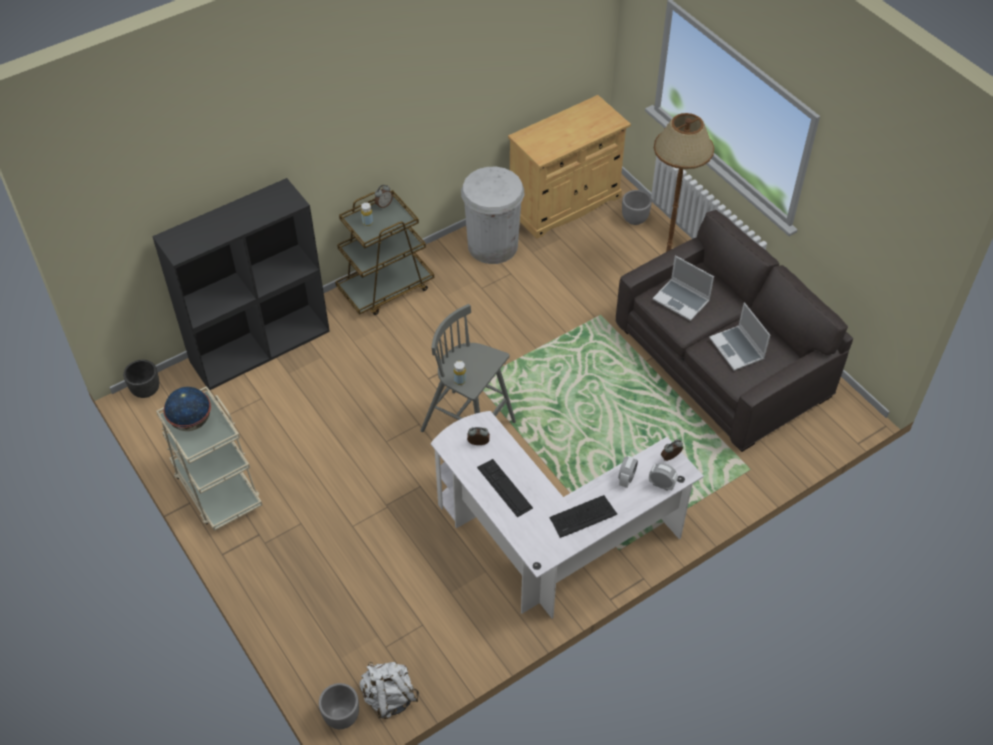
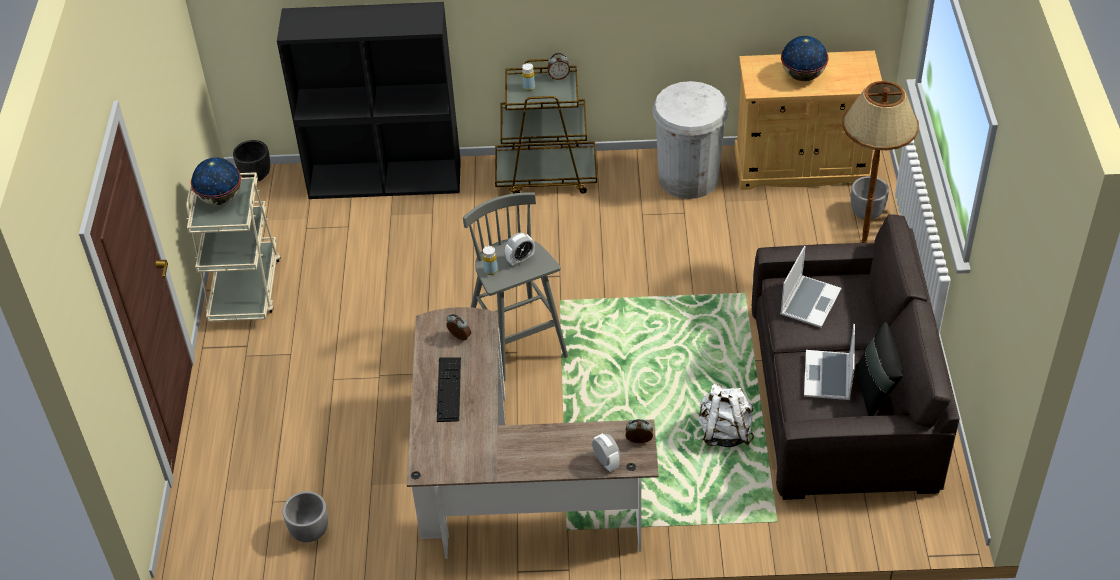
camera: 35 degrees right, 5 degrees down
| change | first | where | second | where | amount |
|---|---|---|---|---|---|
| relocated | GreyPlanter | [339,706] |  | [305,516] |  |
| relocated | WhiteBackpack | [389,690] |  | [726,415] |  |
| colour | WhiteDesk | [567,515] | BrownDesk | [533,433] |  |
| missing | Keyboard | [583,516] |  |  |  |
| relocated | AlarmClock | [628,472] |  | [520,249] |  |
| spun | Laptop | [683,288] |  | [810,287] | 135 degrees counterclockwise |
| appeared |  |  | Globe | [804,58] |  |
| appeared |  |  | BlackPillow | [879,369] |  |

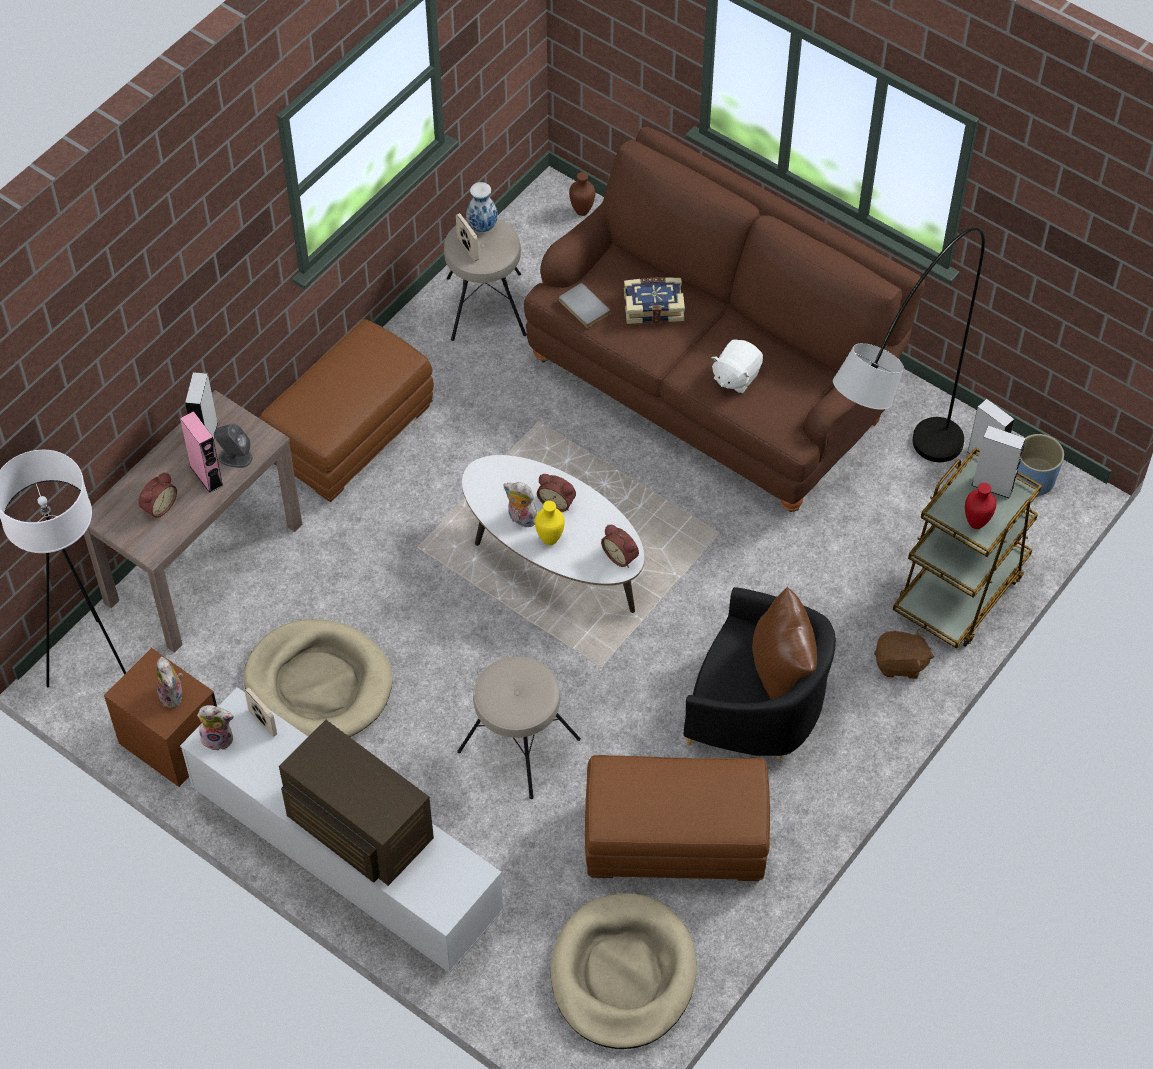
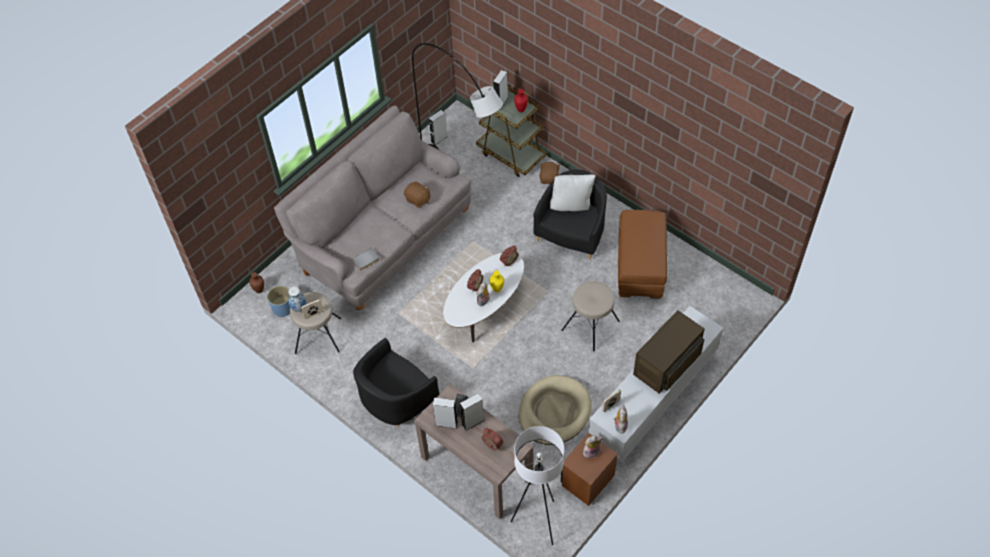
camera: 85 degrees left, 0 degrees up
| change | first | where | second | where | amount |
|---|---|---|---|---|---|
| colour | PinkSpeaker | [201,452] | GreySpeaker | [472,412] |  |
| exchanged | BrownOttoman | [347,410] | BlackArmchair | [396,382] |  |
| colour | BrownSofa | [724,319] | GreySofa | [372,208] |  |
| missing | BeigeDogBed | [624,971] |  |  |  |
| missing | Book | [654,300] |  |  |  |
| colour | WhitePlushToy | [737,366] | BrownPlushToy | [417,194] |  |
| colour | BrownPillow | [784,643] | WhitePillow | [572,193] |  |
| relocated | BluePlanter | [1040,465] |  | [278,301] |  |

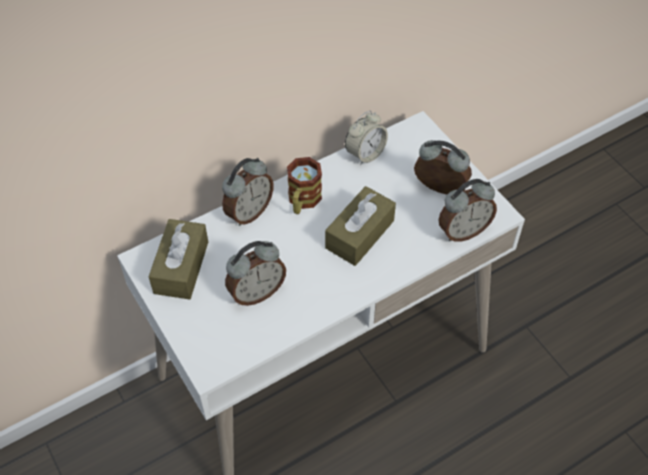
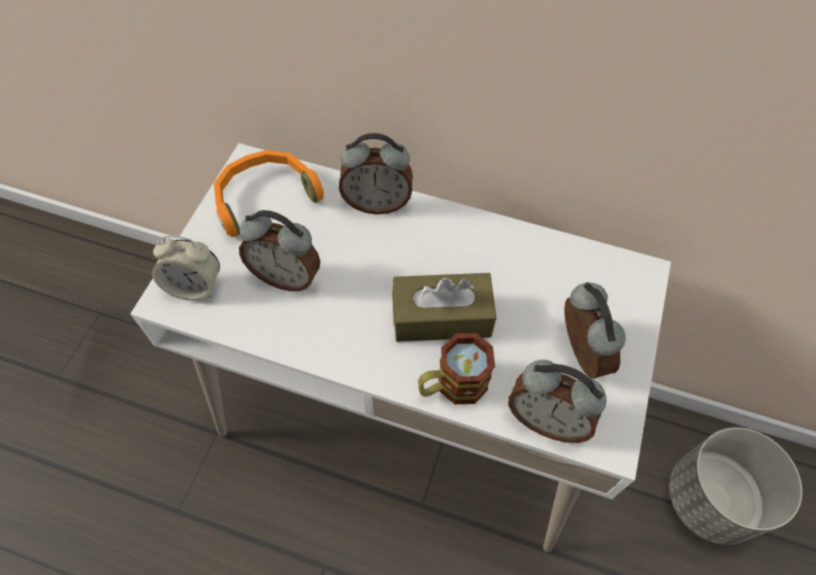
camera: 50 degrees right, 5 degrees up
| change | first | where | second | where | amount |
|---|---|---|---|---|---|
| exchanged | BrownTissueBox | [178,259] | OrangeHeadphones | [269,193] |  |
| relocated | Mug | [304,185] |  | [456,368] |  |
| relocated | AlarmClock | [366,138] |  | [186,268] |  |
| appeared |  |  | GreyPlanter | [735,486] |  |

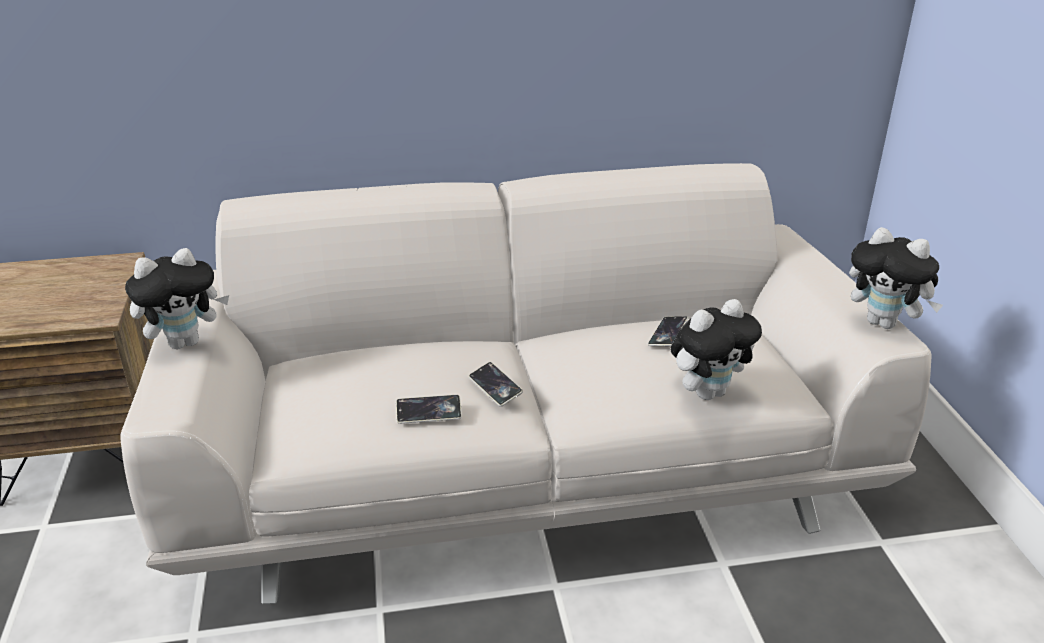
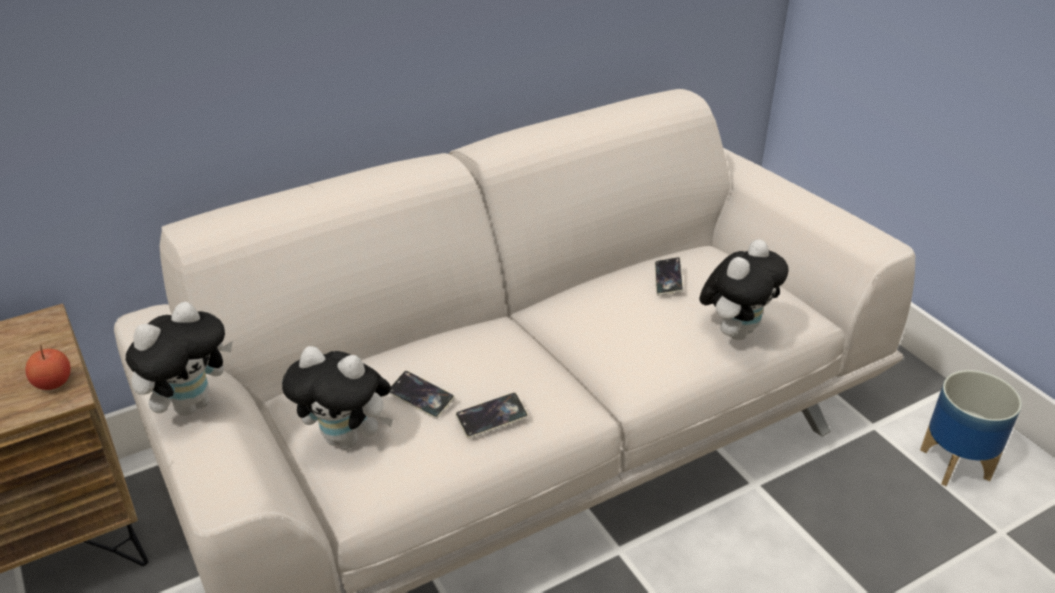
camera: 20 degrees left, 5 degrees up
| change | first | where | second | where | amount |
|---|---|---|---|---|---|
| relocated | Phone | [496,384] |  | [422,395] |  |
| relocated | PlushToy | [896,278] |  | [338,397] |  |
| appeared |  |  | Apple | [48,367] |  |
| appeared |  |  | Planter | [971,428] |  |

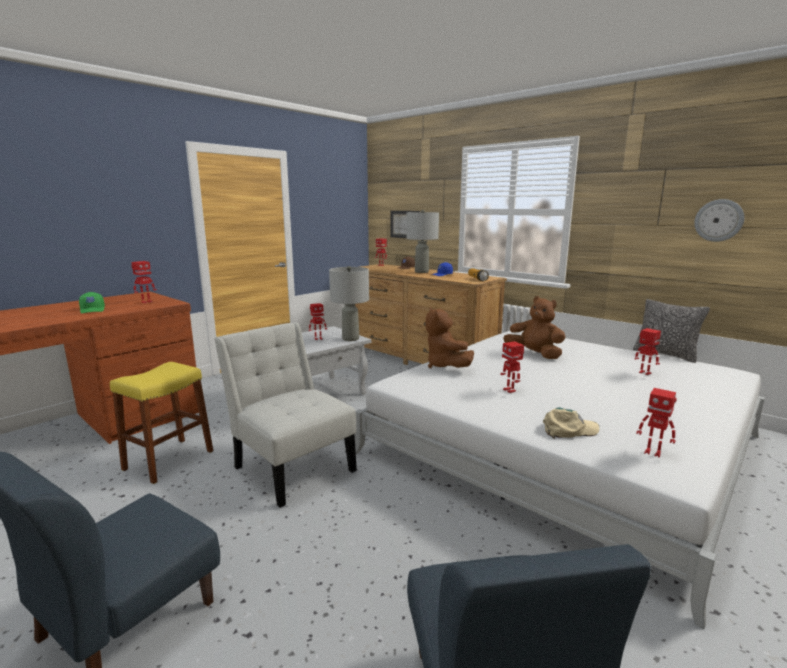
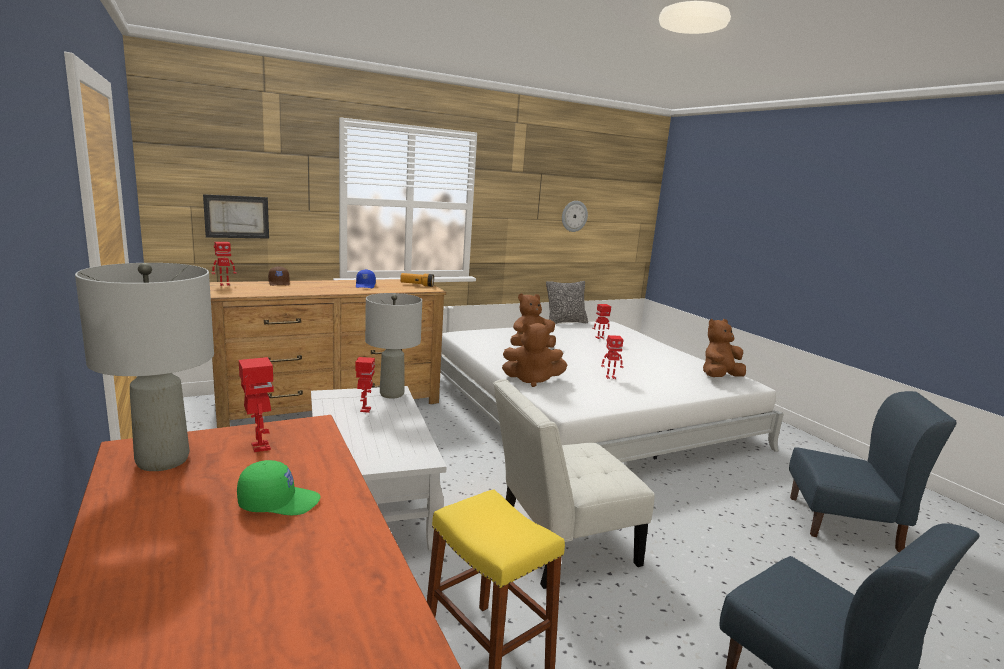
camera: 70 degrees left, 0 degrees up
| change | first | where | second | where | amount |
|---|---|---|---|---|---|
| relocated | GreyTableLamp | [422,241] |  | [144,367] |  |
| missing | BeigeCap | [571,423] |  |  |  |
| exchanged | ToyRobot | [656,423] | BrownPlushToy | [724,348] |  |

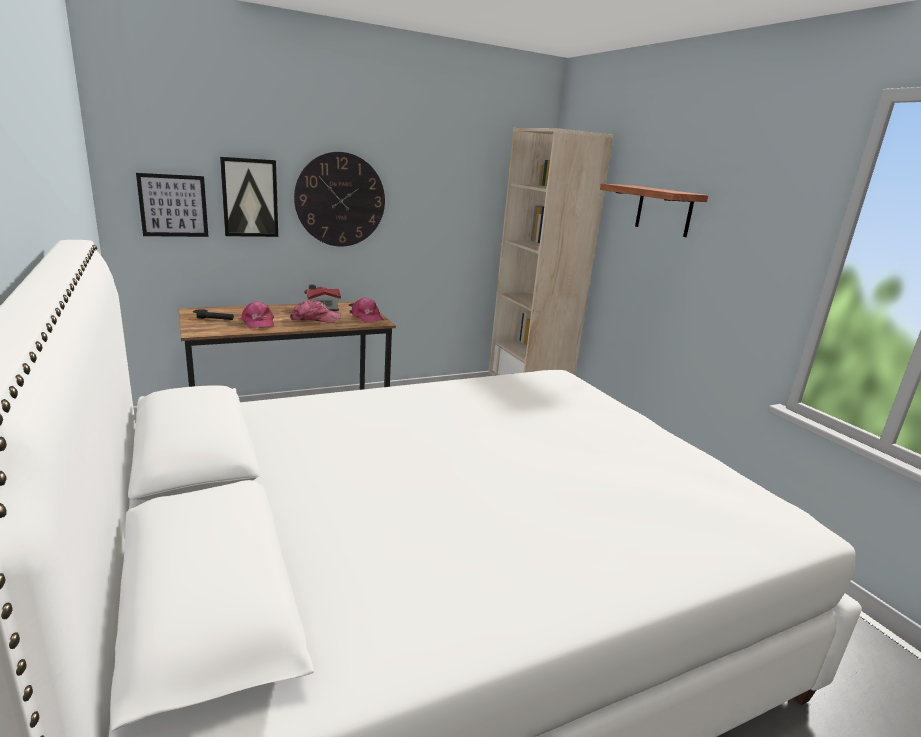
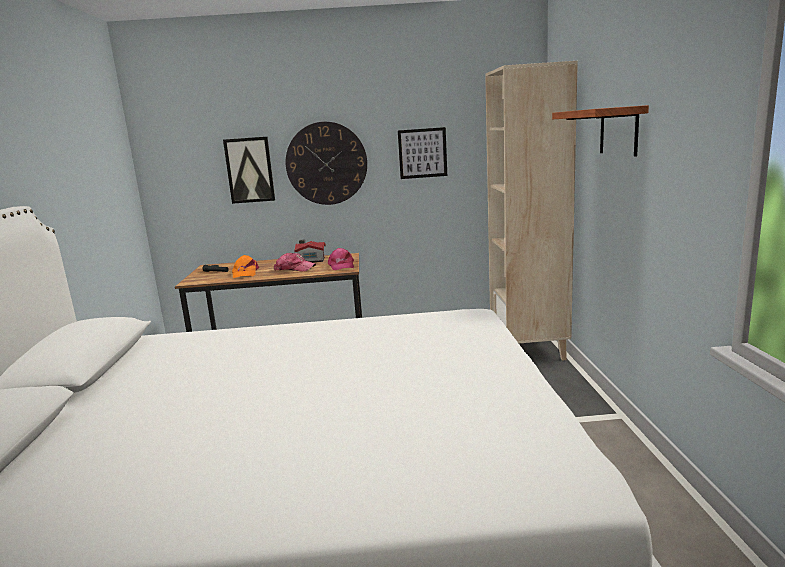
camera: 25 degrees right, 5 degrees down
| change | first | where | second | where | amount |
|---|---|---|---|---|---|
| relocated | Picture | [172,205] |  | [422,153] |  |
| colour | PinkCap | [257,314] | OrangeCap | [245,266] |  |

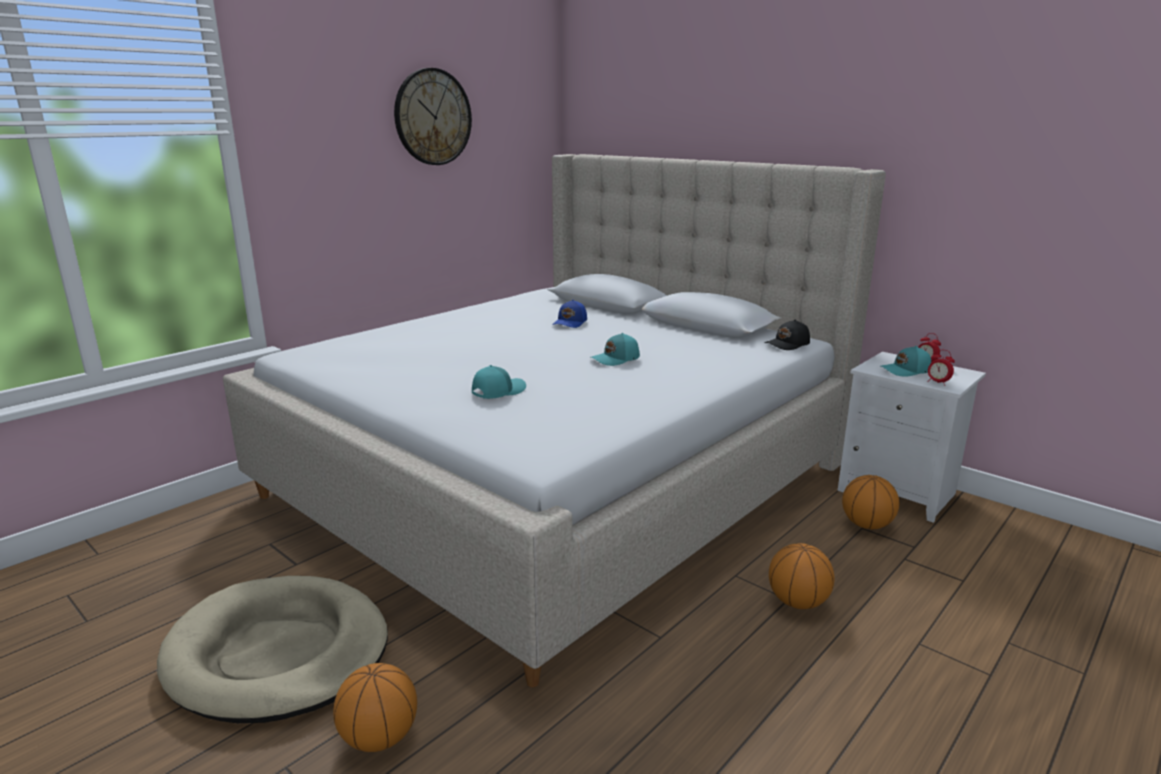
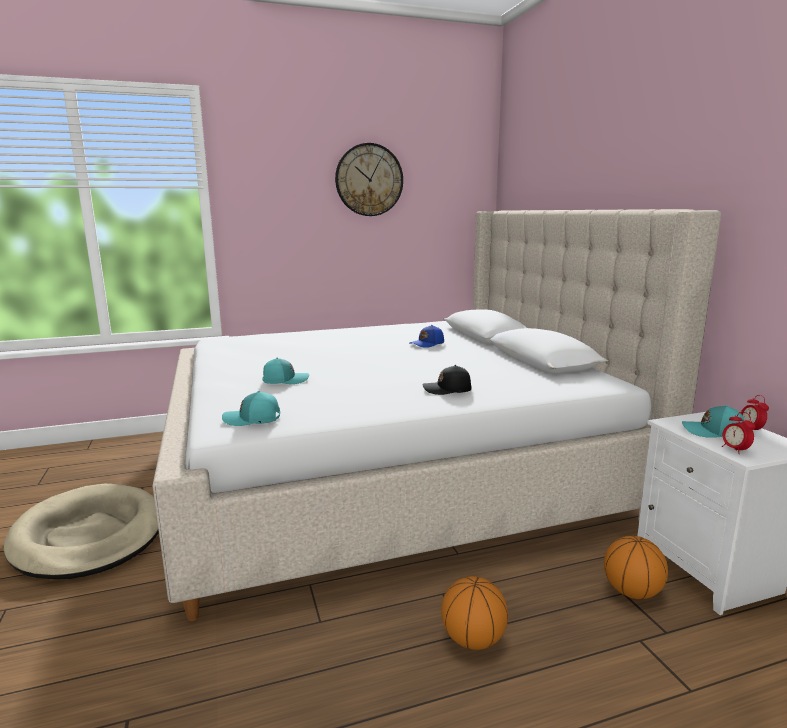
camera: 30 degrees right, 5 degrees down
| change | first | where | second | where | amount |
|---|---|---|---|---|---|
| missing | Basketball | [375,707] |  |  |  |
| relocated | TurquoiseCap | [615,349] |  | [251,408] |  |
| relocated | BlackCap | [787,335] |  | [446,380] |  |

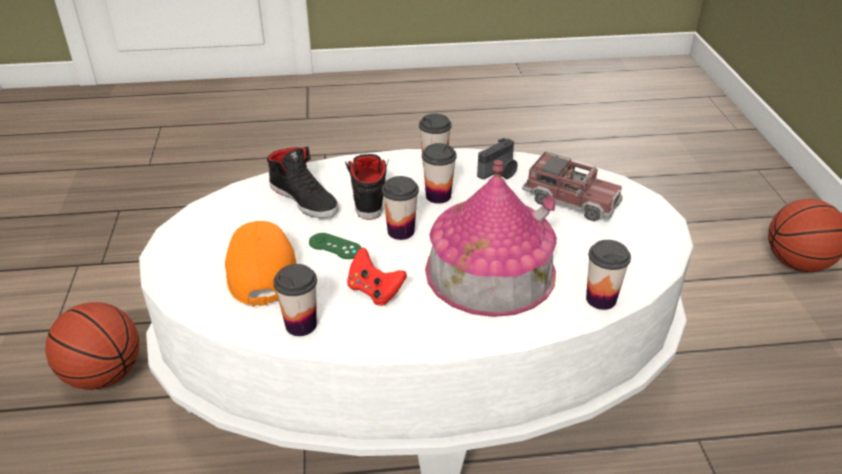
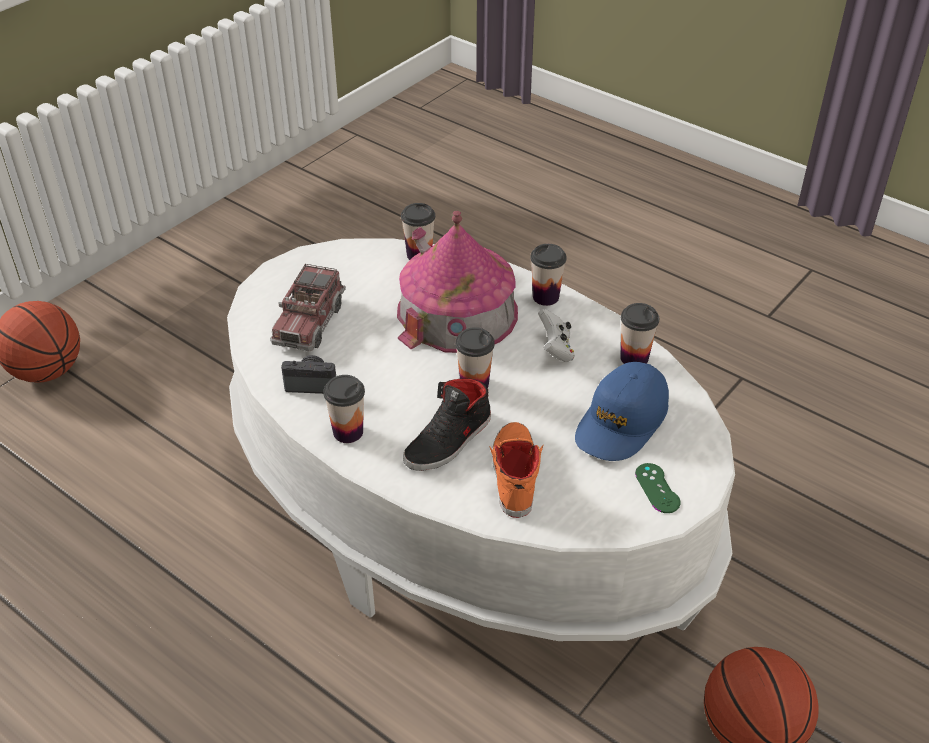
camera: 135 degrees left, 5 degrees up
| change | first | where | second | where | amount |
|---|---|---|---|---|---|
| colour | OrangeCap | [261,264] | BlueCap | [622,411] |  |
| colour | BlackShoe | [303,182] | OrangeShoe | [516,470] |  |
| relocated | GreenGameController | [335,246] |  | [658,488] |  |
| colour | RedGameController | [377,276] | WhiteGameController | [556,335] |  |
| relocated | Cup | [439,173] |  | [548,275] |  |
| spun | ToyTruck | [572,187] |  | [308,307] | 150 degrees counterclockwise |

